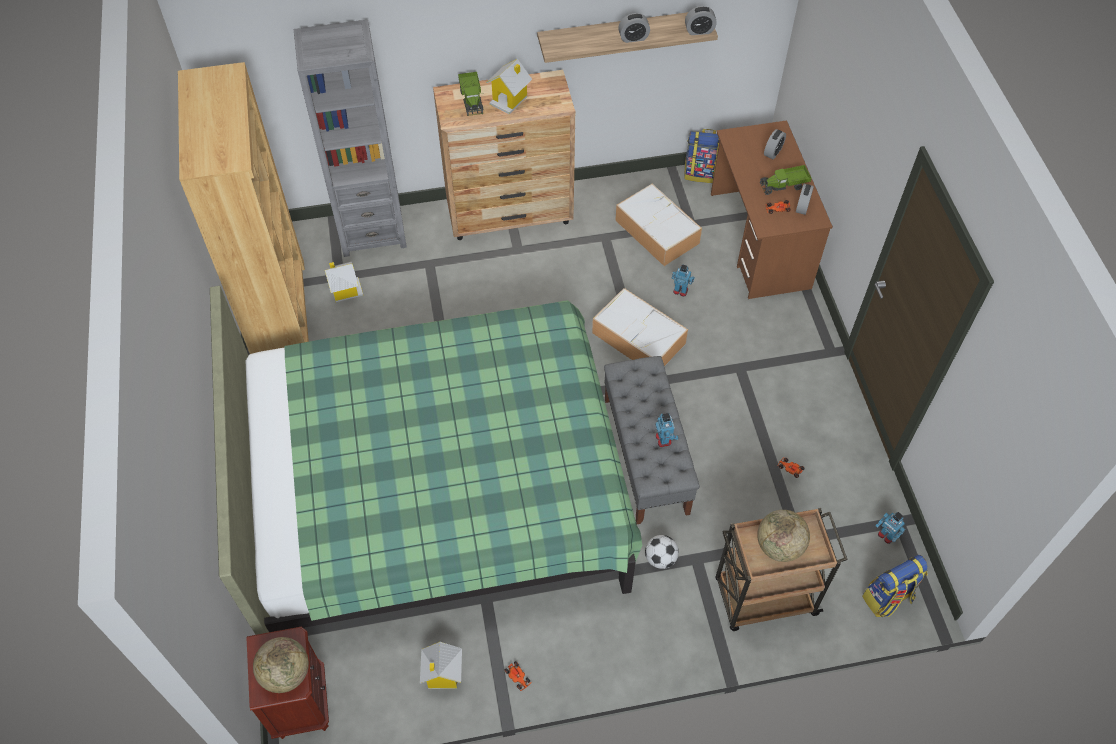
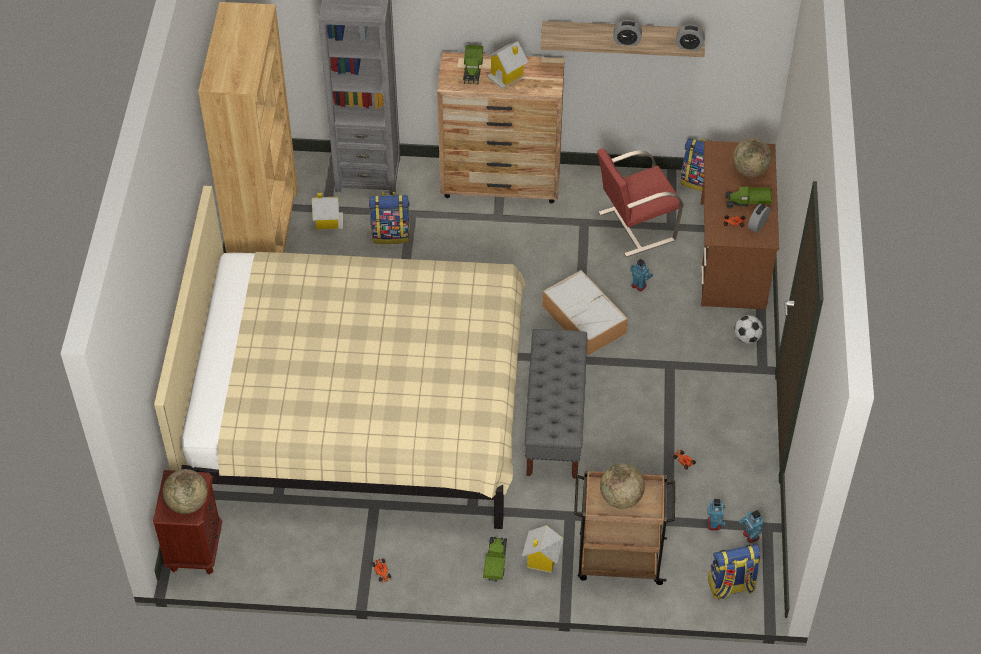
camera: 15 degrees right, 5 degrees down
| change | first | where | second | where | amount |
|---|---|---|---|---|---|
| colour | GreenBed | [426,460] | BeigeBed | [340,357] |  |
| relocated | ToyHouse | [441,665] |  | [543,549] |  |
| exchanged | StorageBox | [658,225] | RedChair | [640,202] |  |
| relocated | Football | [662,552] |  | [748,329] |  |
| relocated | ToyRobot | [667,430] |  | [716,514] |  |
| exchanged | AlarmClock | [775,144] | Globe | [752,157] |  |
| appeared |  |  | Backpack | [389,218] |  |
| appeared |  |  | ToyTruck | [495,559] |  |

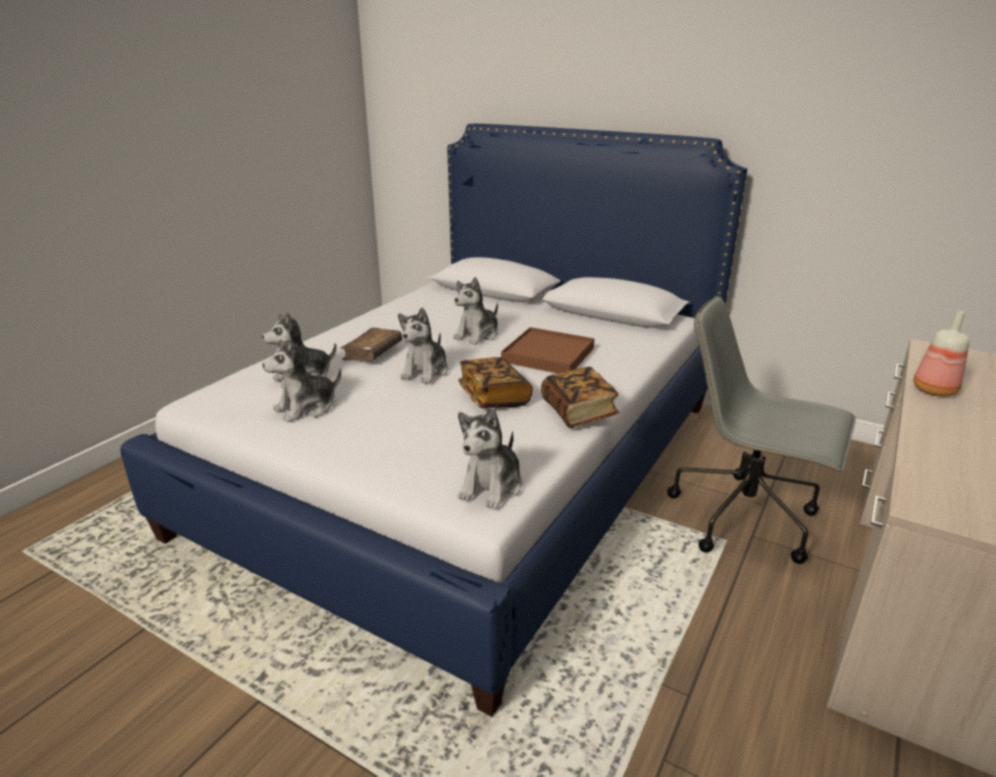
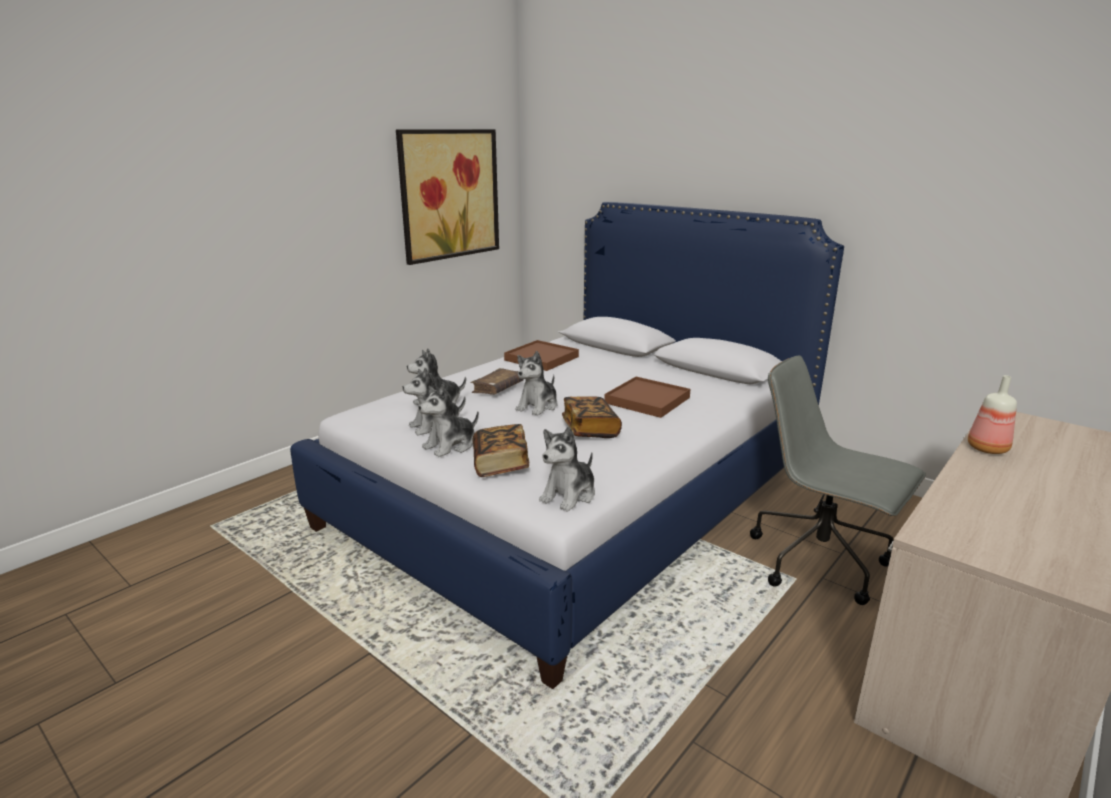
camera: 10 degrees right, 5 degrees down
| change | first | where | second | where | amount |
|---|---|---|---|---|---|
| relocated | PlushToy | [475,311] |  | [448,420] |  |
| relocated | Book | [580,397] |  | [501,450] |  |
| appeared |  |  | Picture | [447,197] |  |
| appeared |  |  | BrownTray | [541,355] |  |

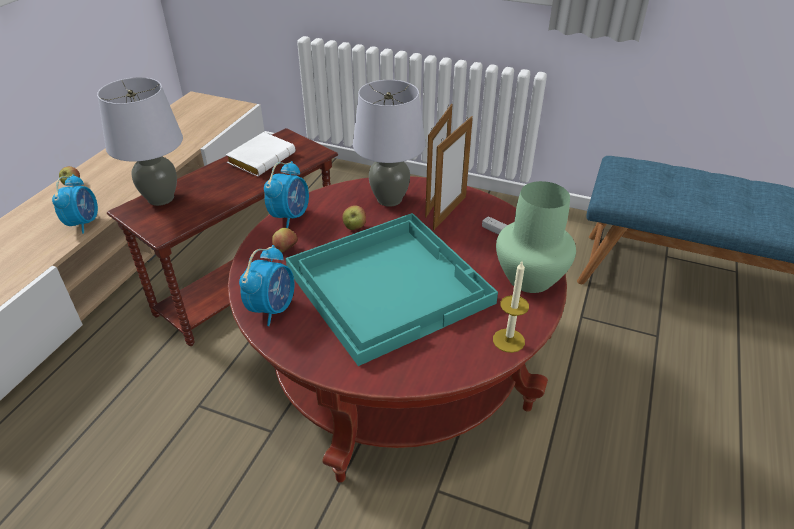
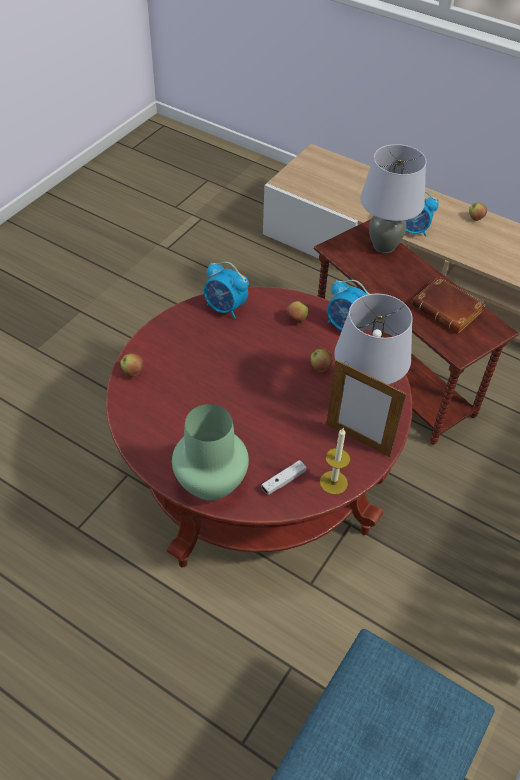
camera: 100 degrees right, 10 degrees up
| change | first | where | second | where | amount |
|---|---|---|---|---|---|
| colour | WhiteBook | [260,154] | BrownBook | [448,305] |  |
| missing | TurquoiseTray | [392,289] |  |  |  |
| missing | PictureFrame | [453,173] |  |  |  |
| relocated | Candle | [511,307] |  | [335,461] |  |
| appeared |  |  | Apple | [132,365] |  |

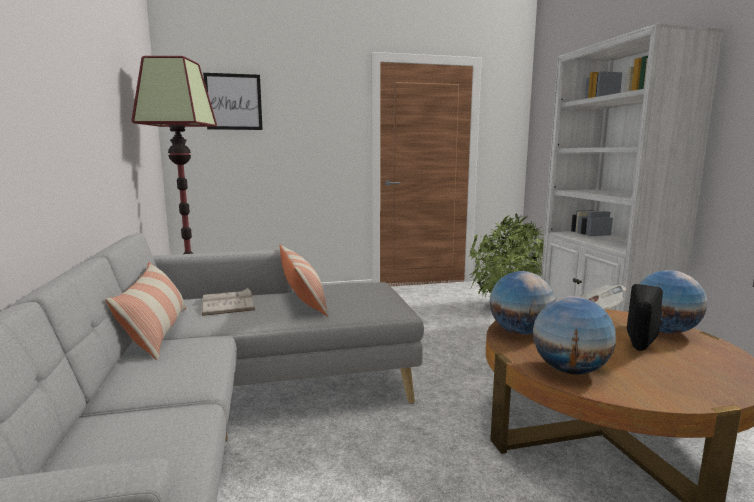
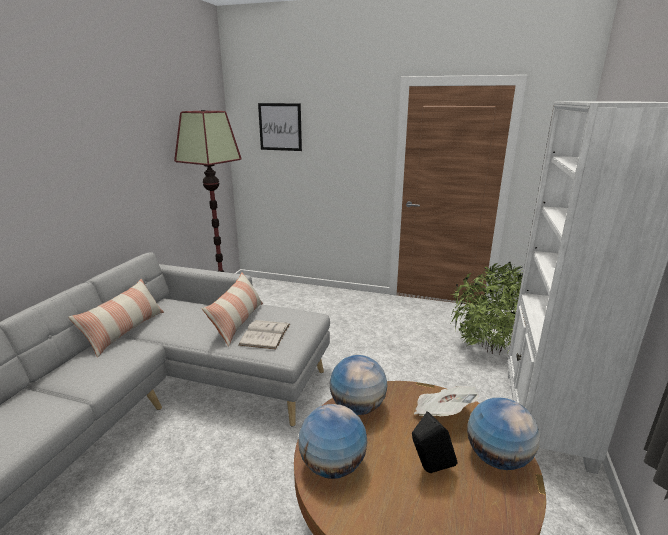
camera: 30 degrees right, 10 degrees up
| change | first | where | second | where | amount |
|---|---|---|---|---|---|
| relocated | WhiteBook | [228,301] |  | [264,335] |  |

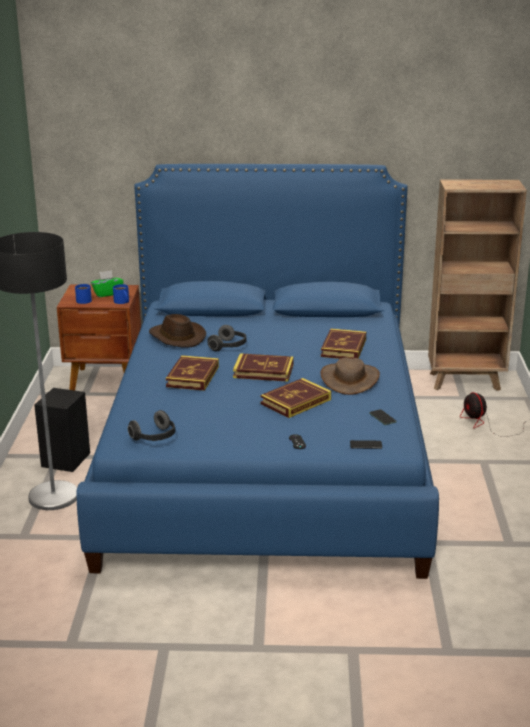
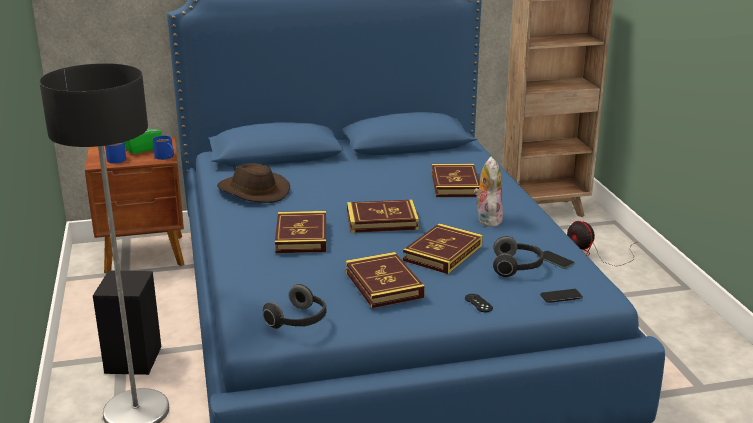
camera: 15 degrees left, 0 degrees up
| change | first | where | second | where | amount |
|---|---|---|---|---|---|
| relocated | Headphones | [227,338] |  | [518,256] |  |
| exchanged | BrownHat | [350,376] | PlushToy | [488,192] |  |
| appeared |  |  | Book | [385,280] |  |

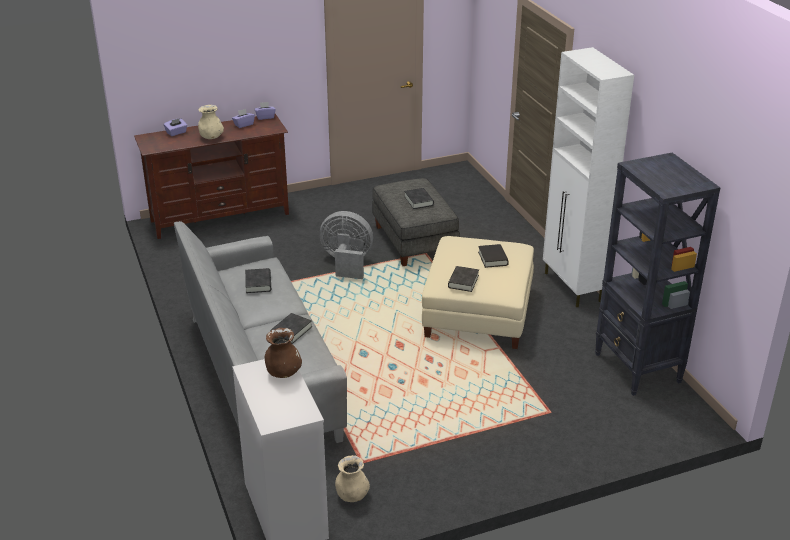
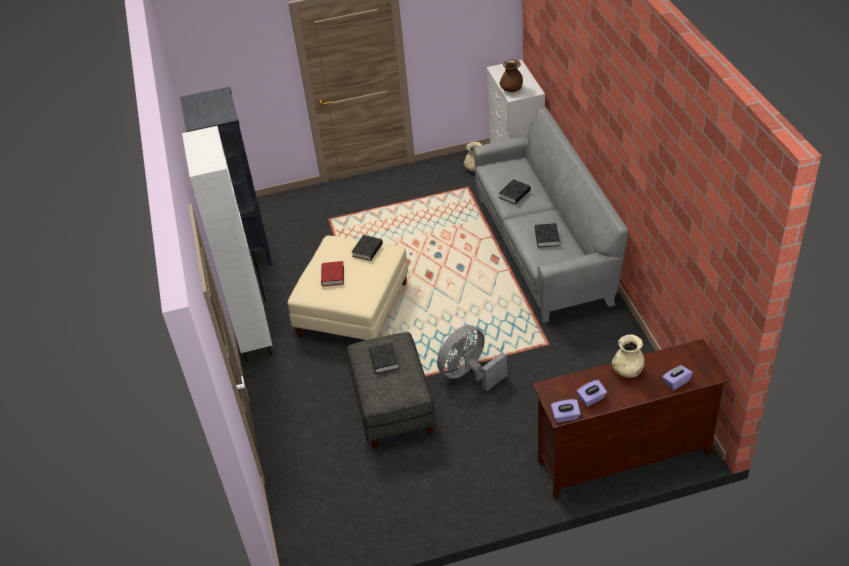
camera: 170 degrees left, 10 degrees up
| change | first | where | second | where | amount |
|---|---|---|---|---|---|
| spun | GreyFan | [346,245] |  | [472,358] | 120 degrees clockwise |
| colour | BlackBook | [493,256] | RedBook | [332,273] |  |

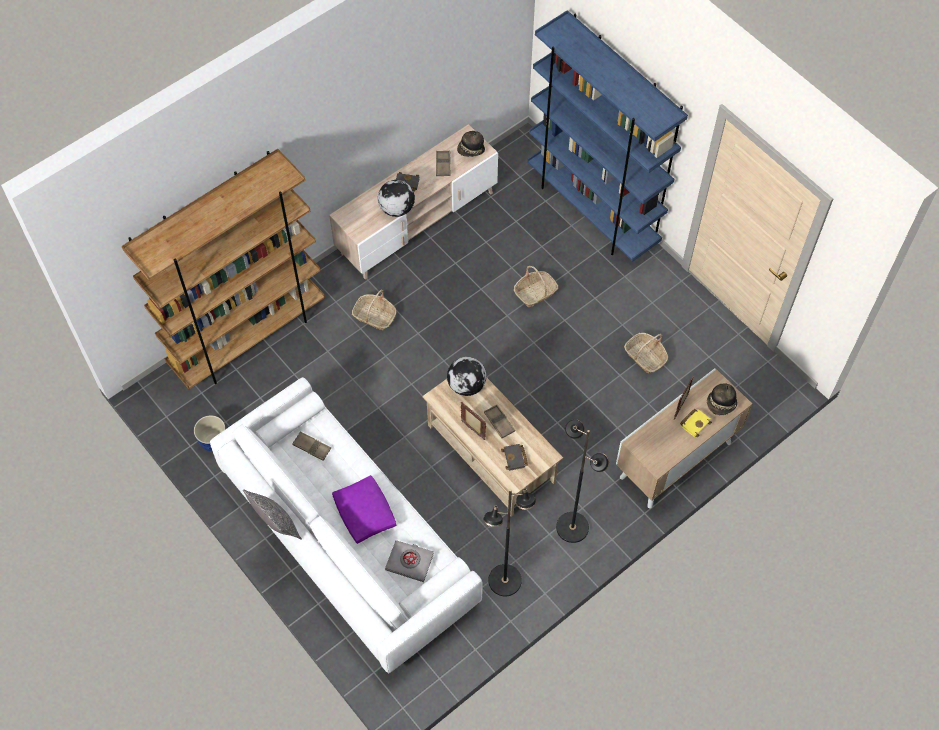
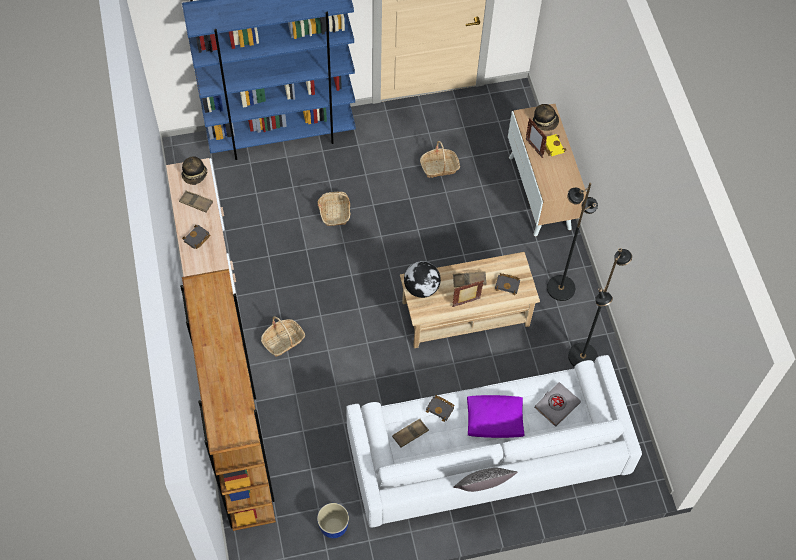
camera: 65 degrees left, 0 degrees up
| change | first | where | second | where | amount |
|---|---|---|---|---|---|
| missing | Globe | [396,198] |  |  |  |
| appeared |  |  | BlackBook | [440,408] |  |

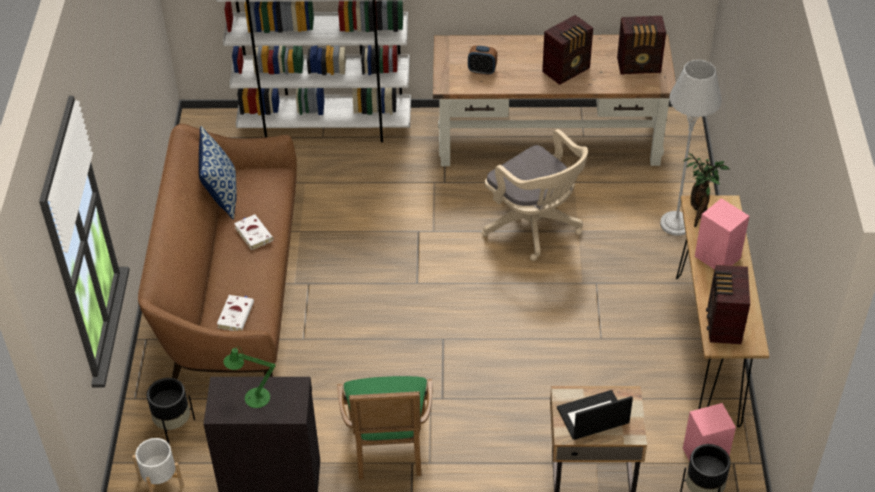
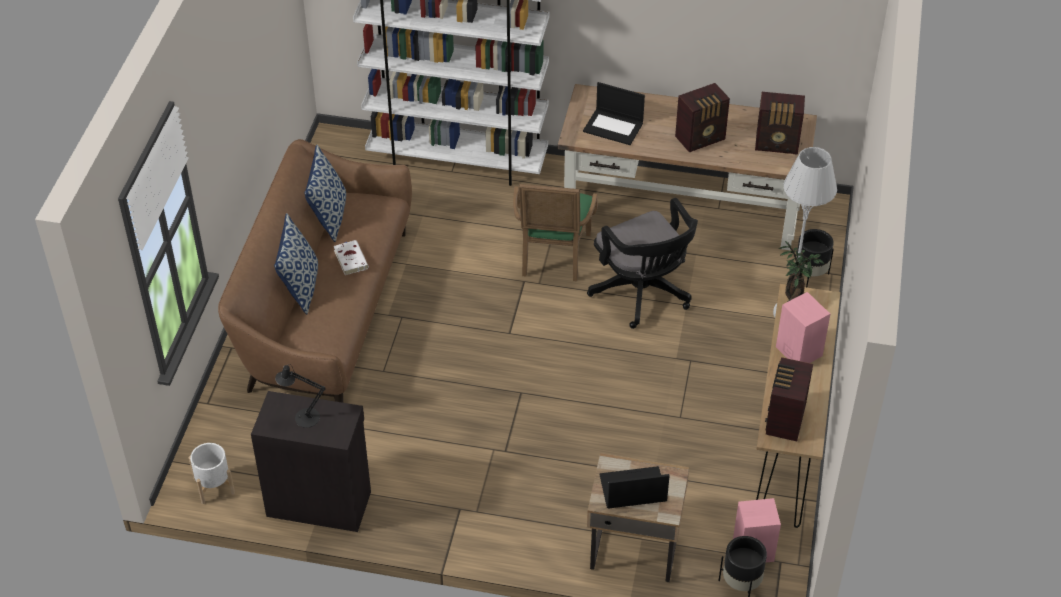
camera: 10 degrees right, 0 degrees up
| change | first | where | second | where | amount |
|---|---|---|---|---|---|
| relocated | BlackPlanter | [171,411] |  | [814,258] |  |
| missing | WhiteBook | [235,313] |  |  |  |
| colour | GreenTableLamp | [249,377] | BlackTableLamp | [300,396] |  |
| relocated | GreenArmchair | [385,427] |  | [555,232] |  |
| exchanged | AlarmClock | [482,60] | Laptop | [614,113] |  |
| colour | BeigeOfficeChair | [535,195] | BlackOfficeChair | [642,263] |  |
| appeared |  |  | Pillow | [296,264] |  |

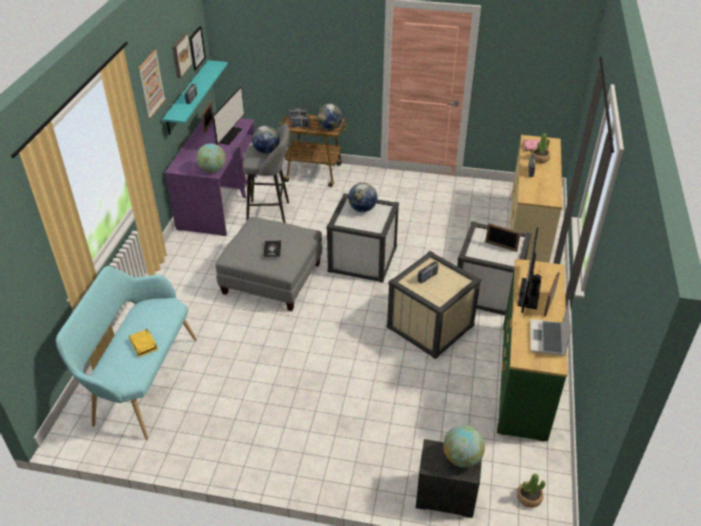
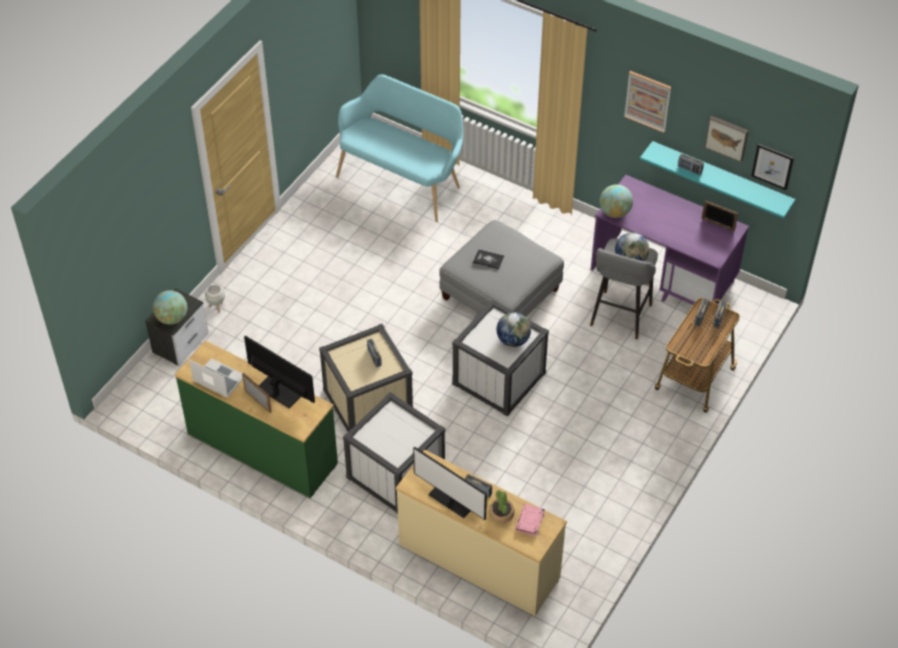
camera: 110 degrees right, 10 degrees up
| change | first | where | second | where | amount |
|---|---|---|---|---|---|
| missing | YellowBook | [143,343] |  |  |  |
| relocated | Monitor | [228,115] |  | [450,483] |  |
| missing | Globe | [330,117] |  |  |  |
| missing | PictureFrame | [503,237] |  |  |  |
| missing | PottedPlant | [531,491] |  |  |  |
| appeared |  |  | WhitePlanter | [215,298] |  |

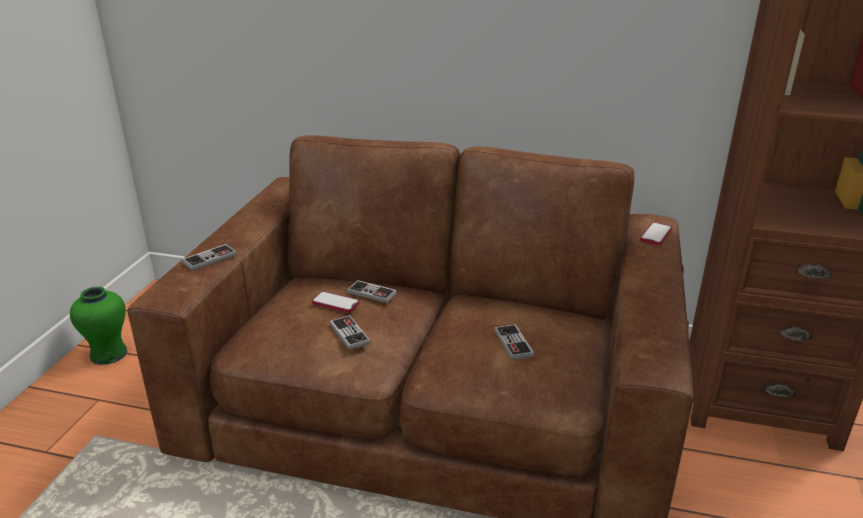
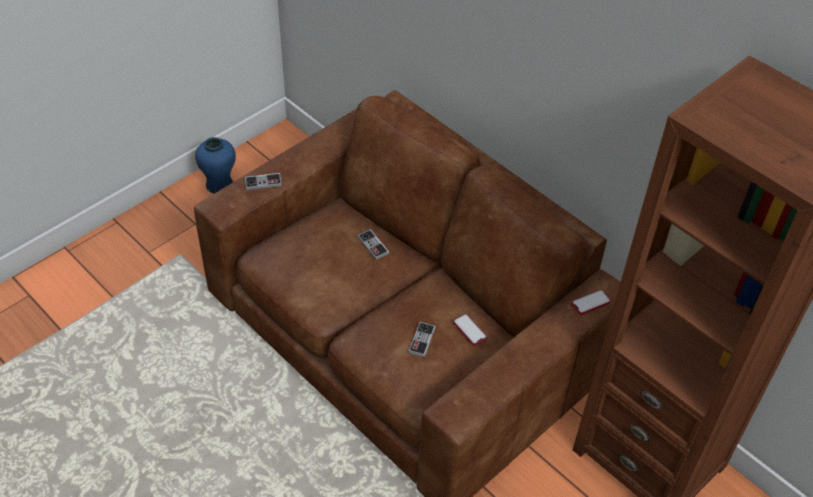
camera: 30 degrees right, 20 degrees up
| change | first | where | second | where | amount |
|---|---|---|---|---|---|
| colour | GreenVase | [98,326] | BlueVase | [215,165] |  |
| relocated | Phone | [335,301] |  | [470,329] |  |
| missing | GameController | [350,332] |  |  |  |

